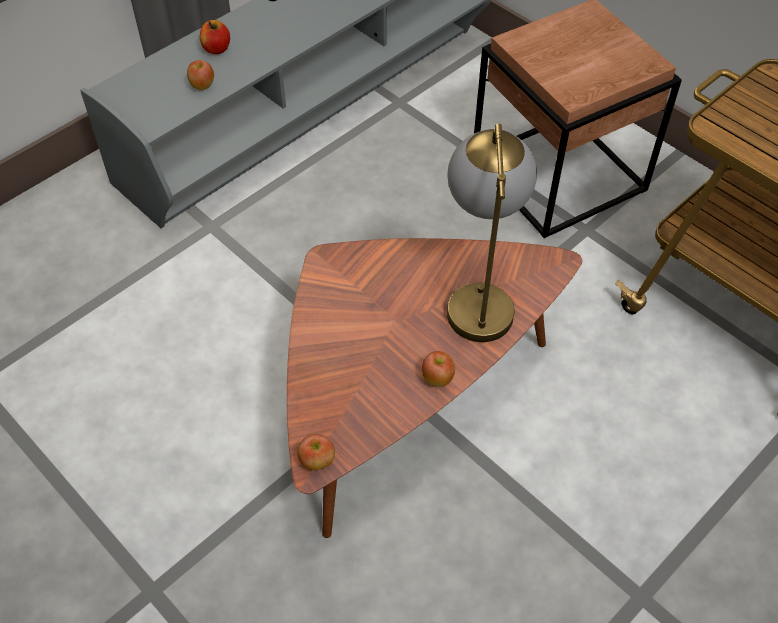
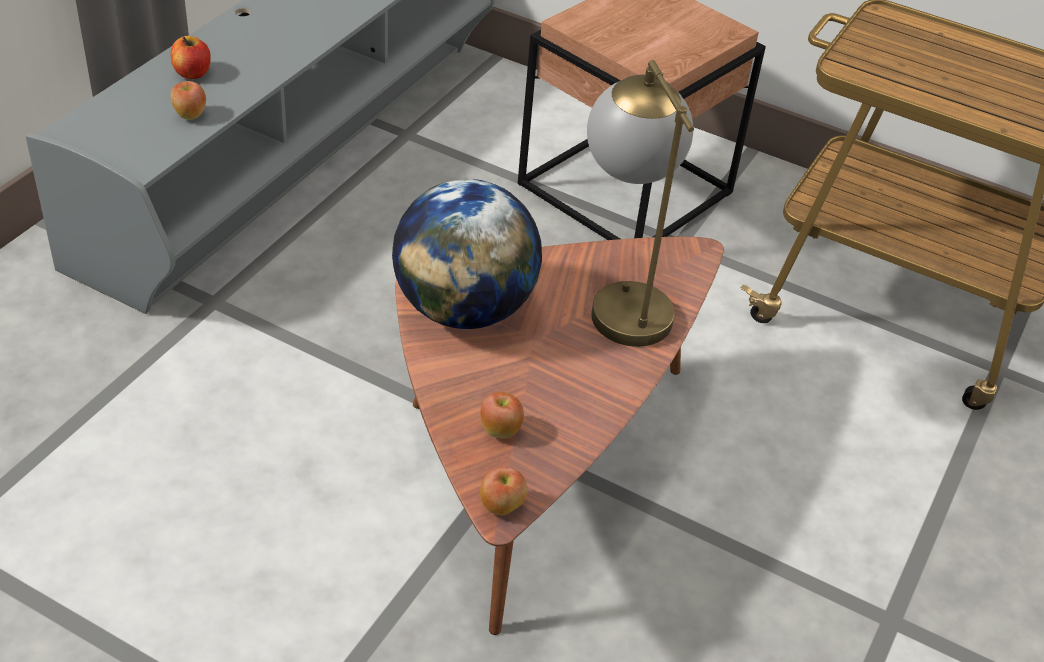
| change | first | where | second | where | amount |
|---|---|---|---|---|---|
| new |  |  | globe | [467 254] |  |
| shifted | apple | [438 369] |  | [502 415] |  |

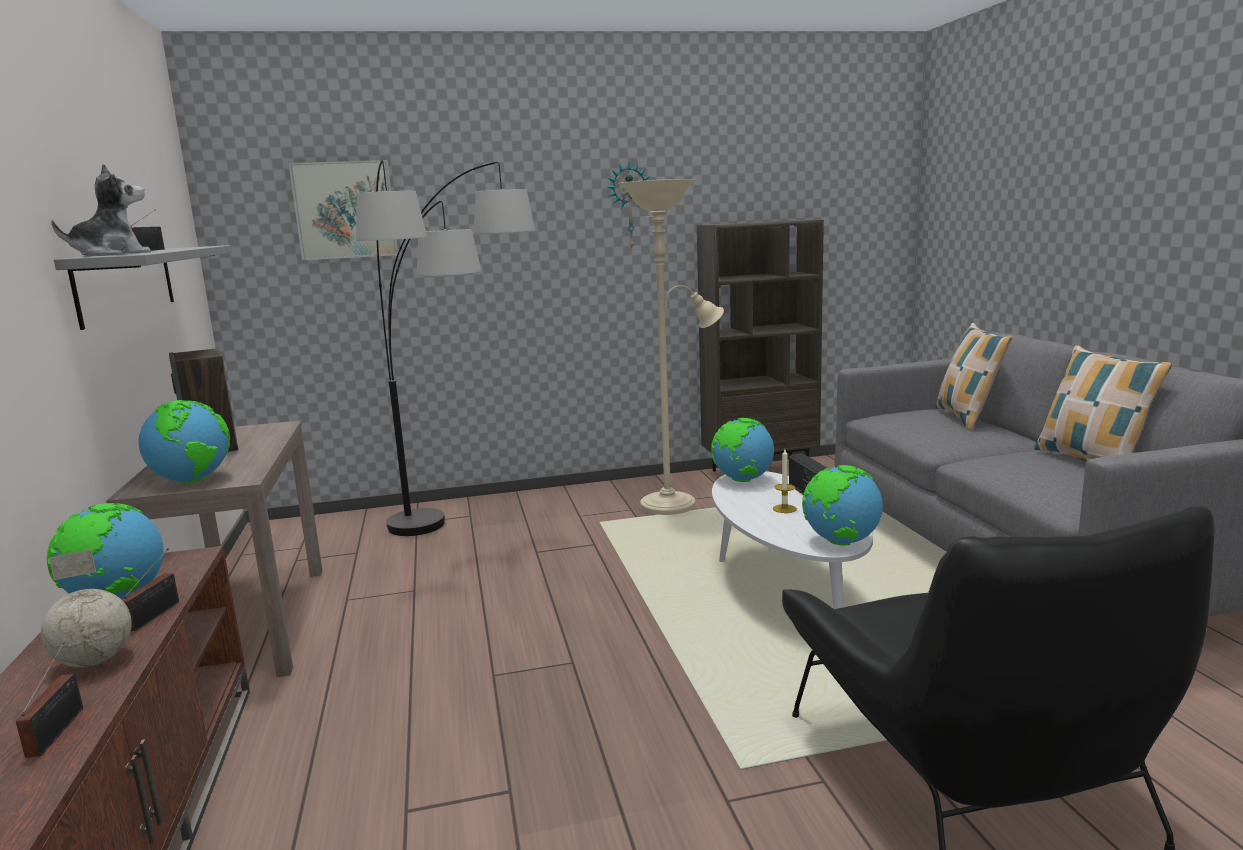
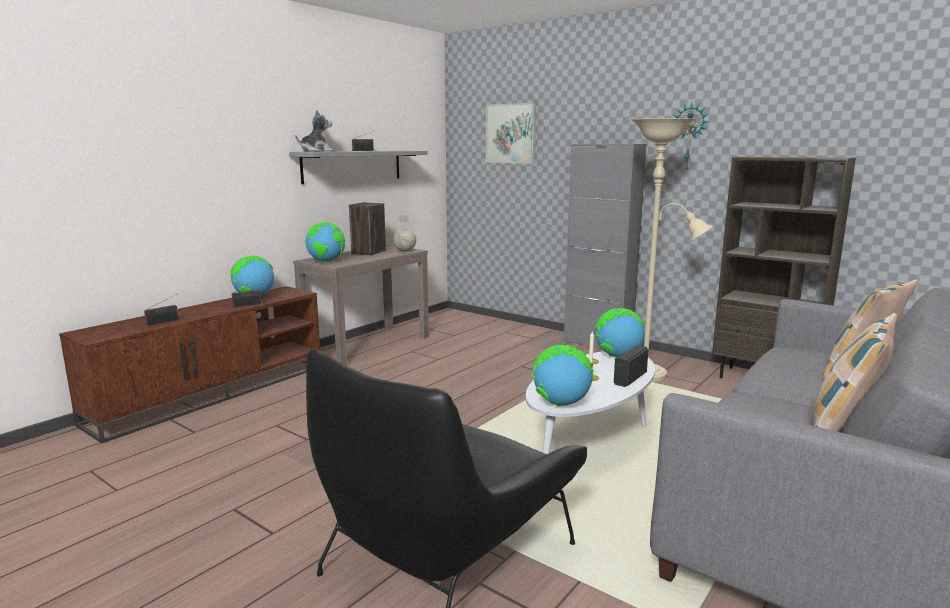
| change | first | where | second | where | amount |
|---|---|---|---|---|---|
| gone | floor lamp | [445 348] |  |  |  |
| new |  |  | grey cabinet | [605 246] |  |
| shifted | globe | [86 608] |  | [404 233] |  |
| rotated | plush toy | [101 210] |  | [314 131] | 45 degrees counterclockwise |

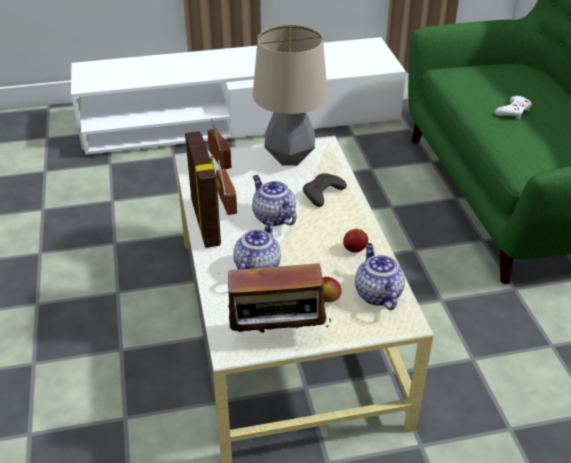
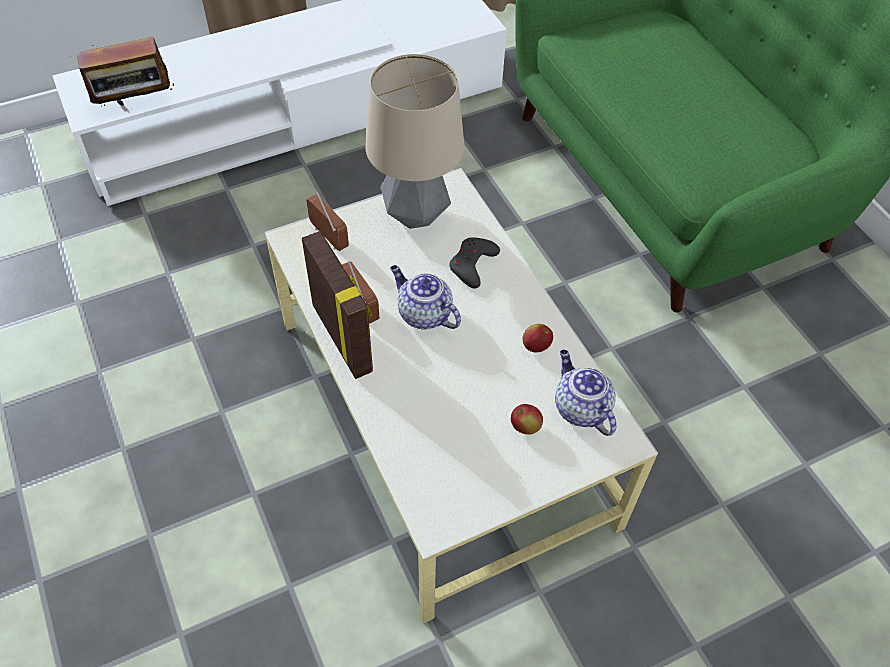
| change | first | where | second | where | amount |
|---|---|---|---|---|---|
| gone | teapot | [257 244] |  |  |  |
| gone | white game controller | [513 107] |  |  |  |
| shifted | radio | [279 302] |  | [125 71] |  |

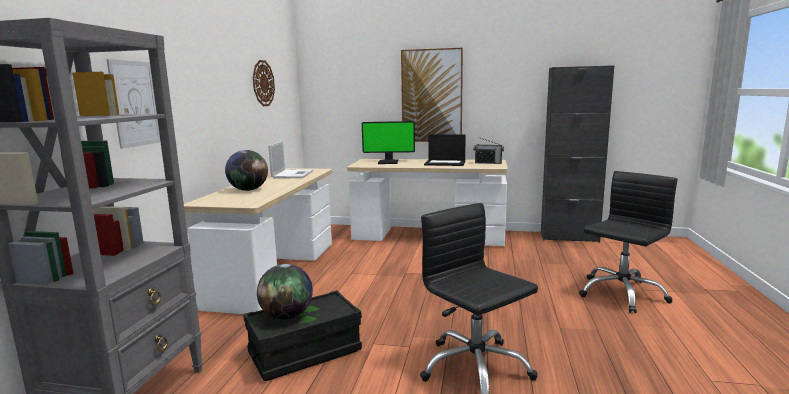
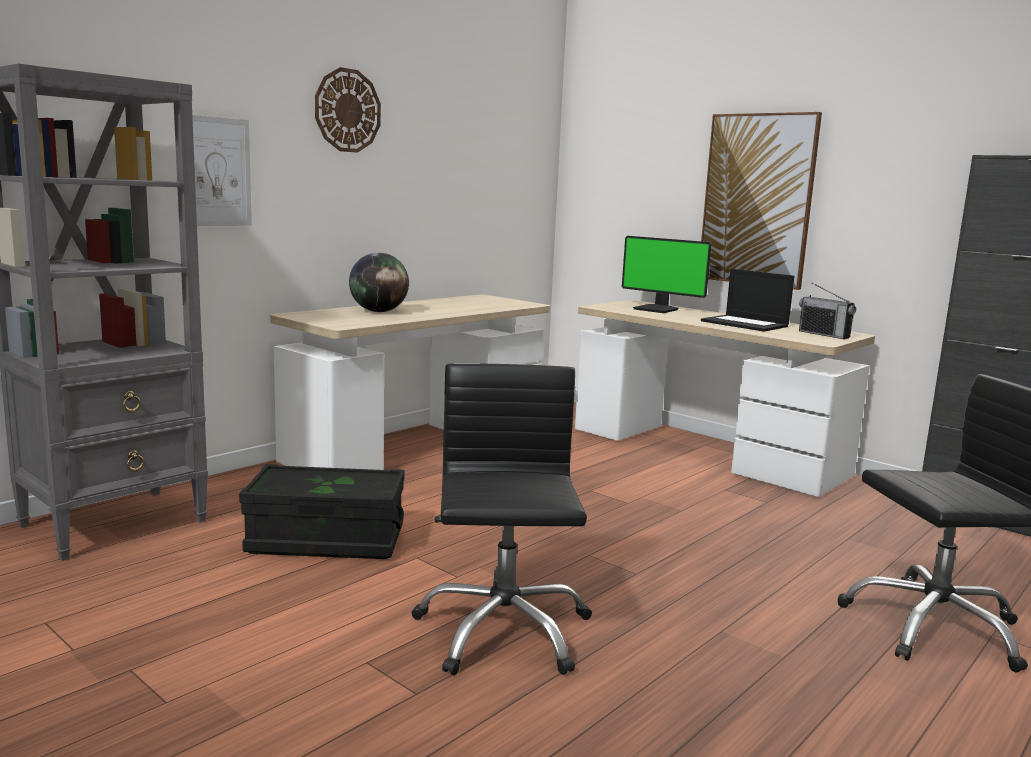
| change | first | where | second | where | amount |
|---|---|---|---|---|---|
| gone | globe | [285 292] |  |  |  |
| gone | laptop | [290 160] |  |  |  |
| shifted | wall clock | [264 83] |  | [348 110] |  |

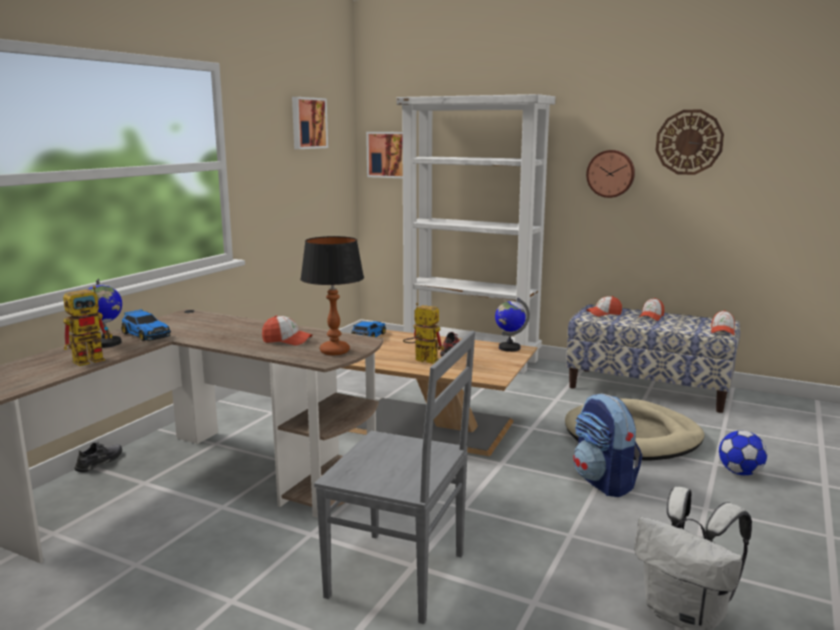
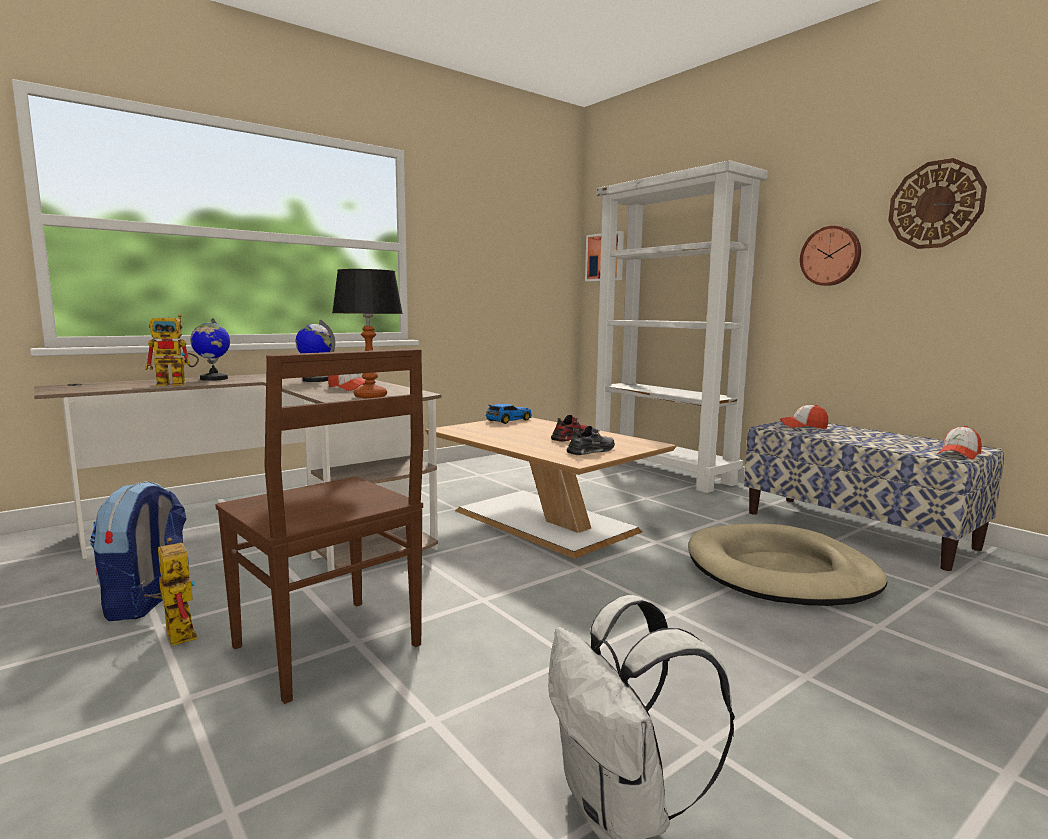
| change | first | where | second | where | amount |
|---|---|---|---|---|---|
| gone | toy car | [146 325] |  |  |  |
| gone | picture | [310 123] |  |  |  |
| gone | cap | [651 309] |  |  |  |
| gone | football | [743 453] |  |  |  |
| shifted | grey shoe | [98 457] |  | [590 440] |  |
| shifted | toy robot | [423 333] |  | [171 592] |  |
| shifted | globe | [512 325] |  | [315 350] |  |
| shifted | backpack | [607 445] |  | [138 551] |  |
| repainted | grey chair | [394 477] | brown chair | [319 526] |  |

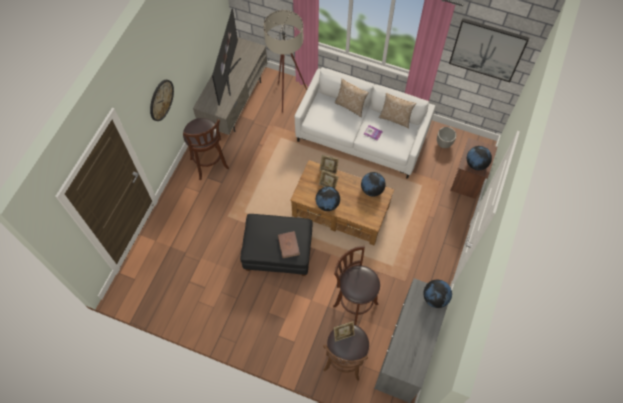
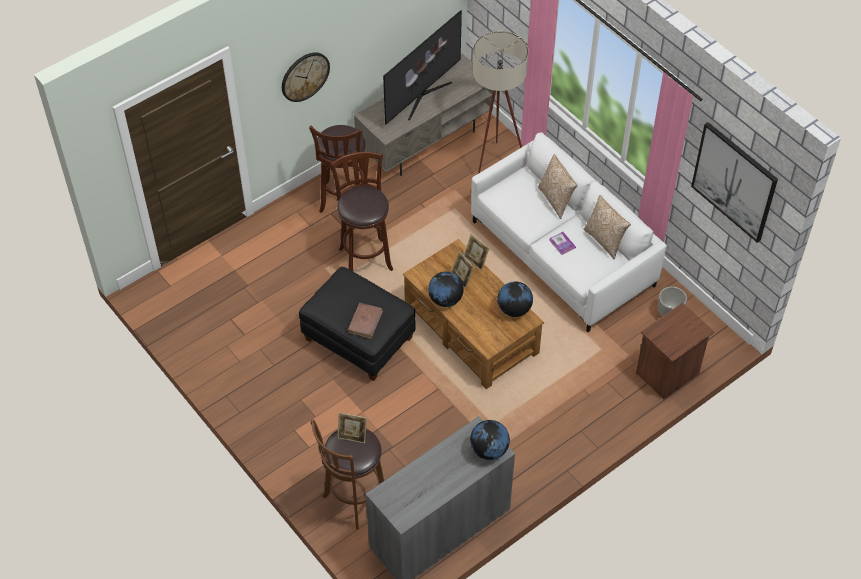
| change | first | where | second | where | amount |
|---|---|---|---|---|---|
| gone | globe | [479 158] |  |  |  |
| shifted | brown stool | [356 285] |  | [361 211] |  |

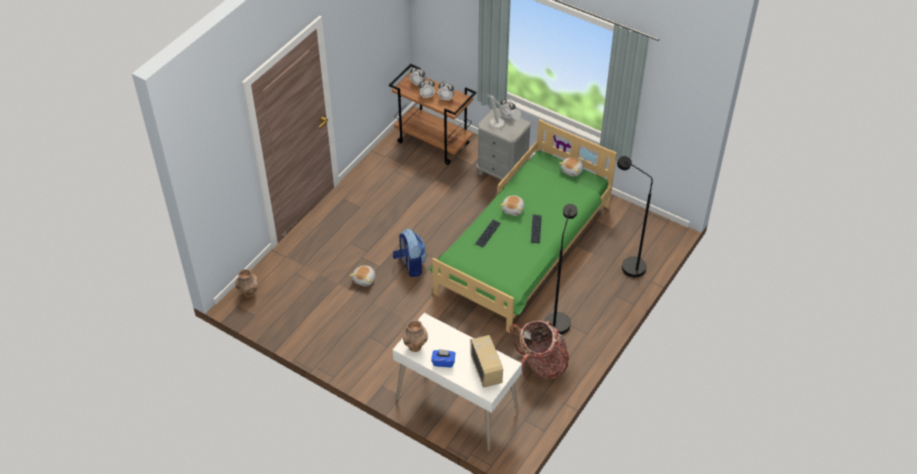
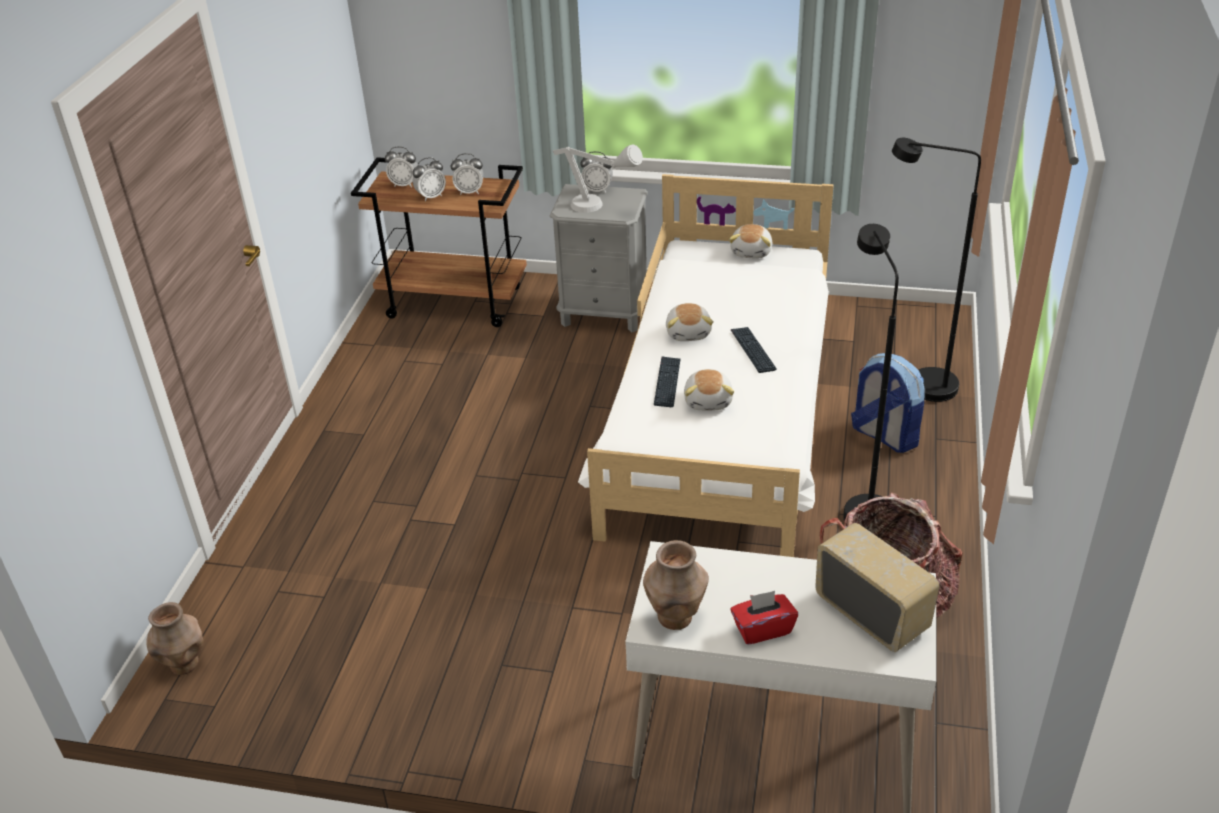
| change | first | where | second | where | amount |
|---|---|---|---|---|---|
| shifted | plush toy | [362 276] |  | [709 390] |  |
| shifted | backpack | [410 253] |  | [888 403] |  |
| repainted | green bed | [523 226] | white bed | [706 365] |  |
| repainted | blue tissue box | [443 358] | red tissue box | [764 618] |  |

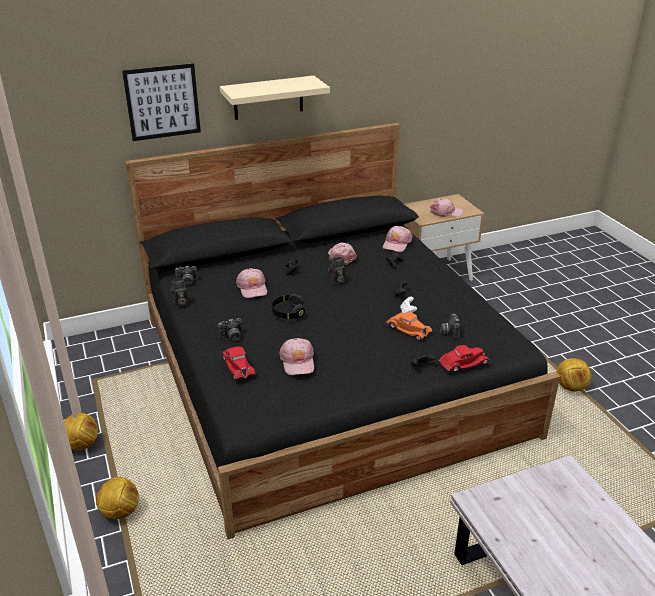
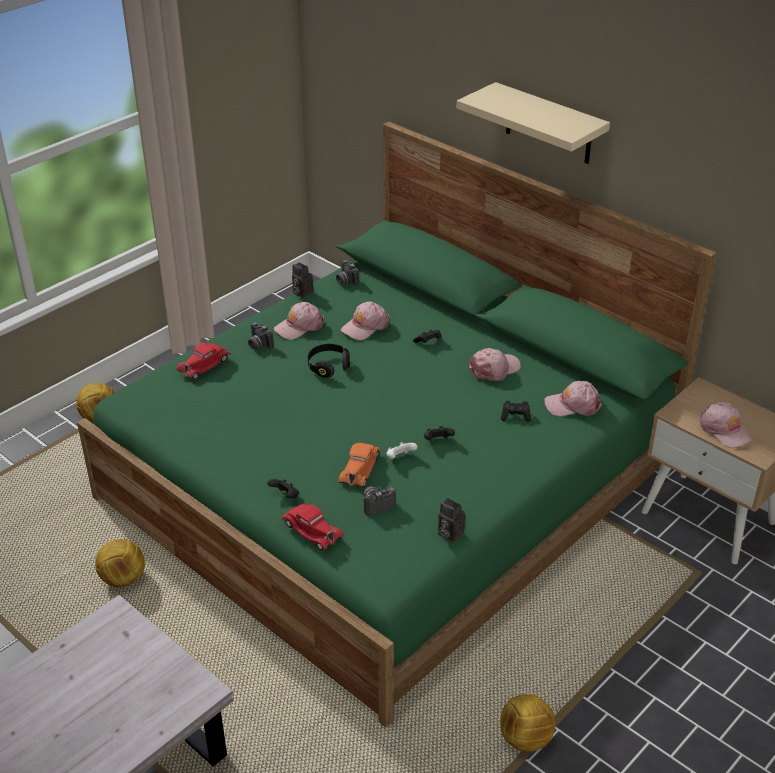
| change | first | where | second | where | amount |
|---|---|---|---|---|---|
| gone | picture | [161 102] |  |  |  |
| shifted | football | [81 431] |  | [120 563] |  |
| shifted | pink cap | [296 356] |  | [299 321] |  |
| shifted | photo camera | [336 271] |  | [451 520] |  |
| repainted | black bed | [342 331] | green bed | [396 424] |  |

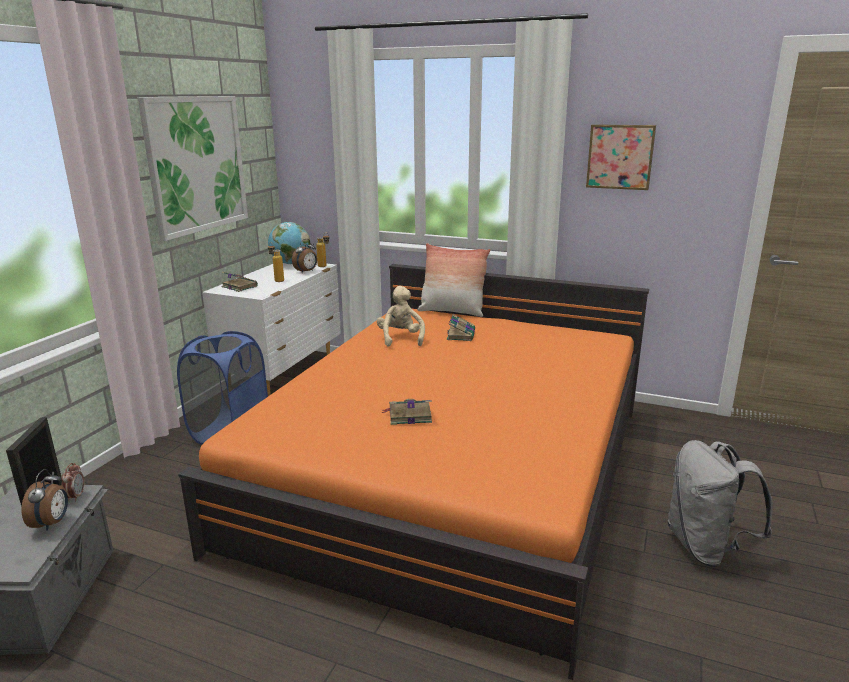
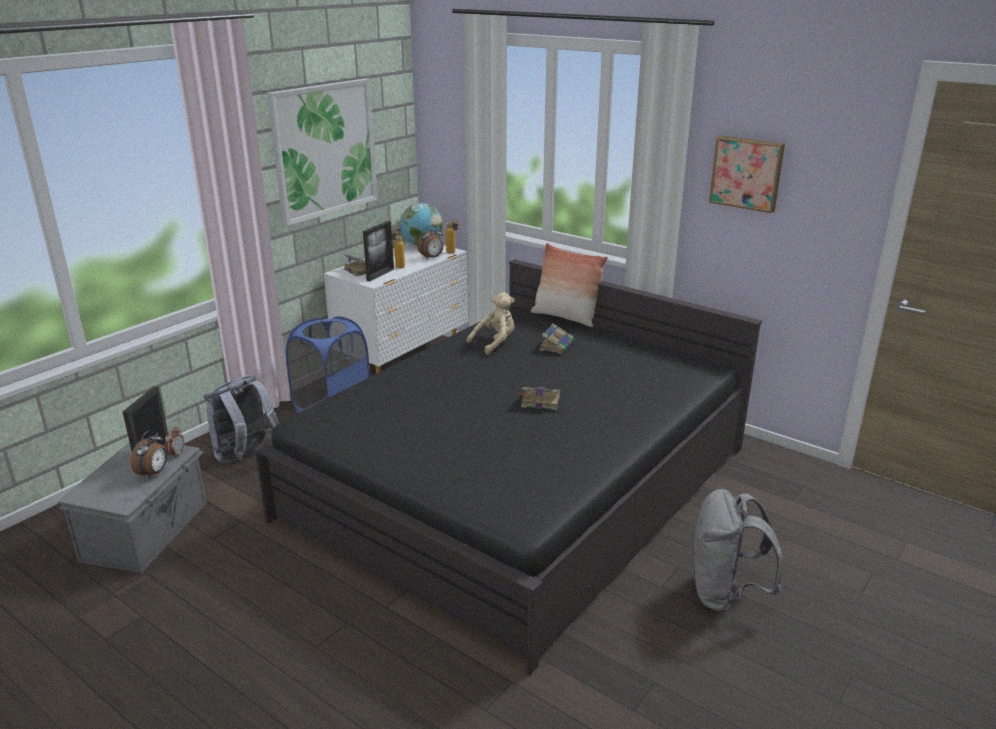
| change | first | where | second | where | amount |
|---|---|---|---|---|---|
| new |  |  | grey backpack | [241 419] |  |
| new |  |  | picture frame | [378 251] |  |
| shifted | book | [407 412] |  | [538 398] |  |
| repainted | orange bed | [413 472] | black bed | [508 467] |  |
| rotated | beige plush toy | [401 316] |  | [490 323] | 45 degrees clockwise |

